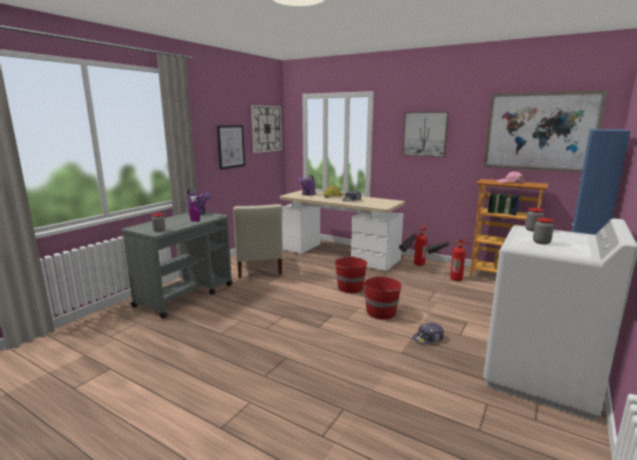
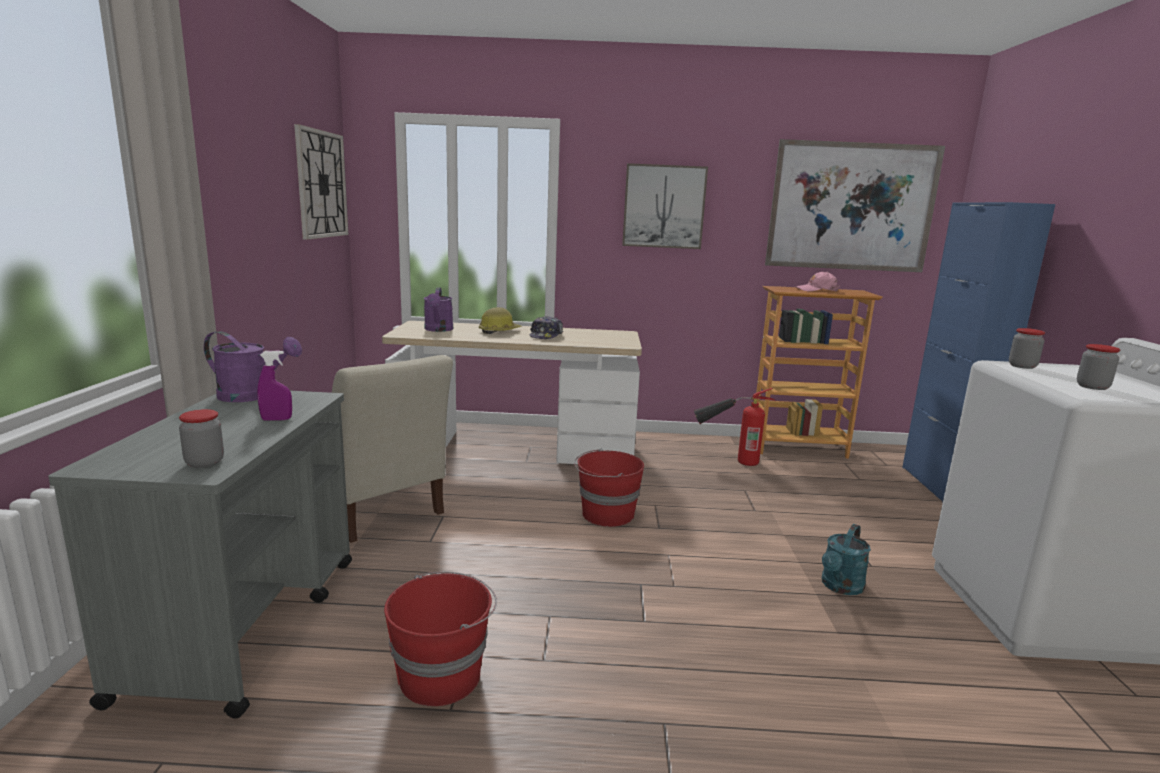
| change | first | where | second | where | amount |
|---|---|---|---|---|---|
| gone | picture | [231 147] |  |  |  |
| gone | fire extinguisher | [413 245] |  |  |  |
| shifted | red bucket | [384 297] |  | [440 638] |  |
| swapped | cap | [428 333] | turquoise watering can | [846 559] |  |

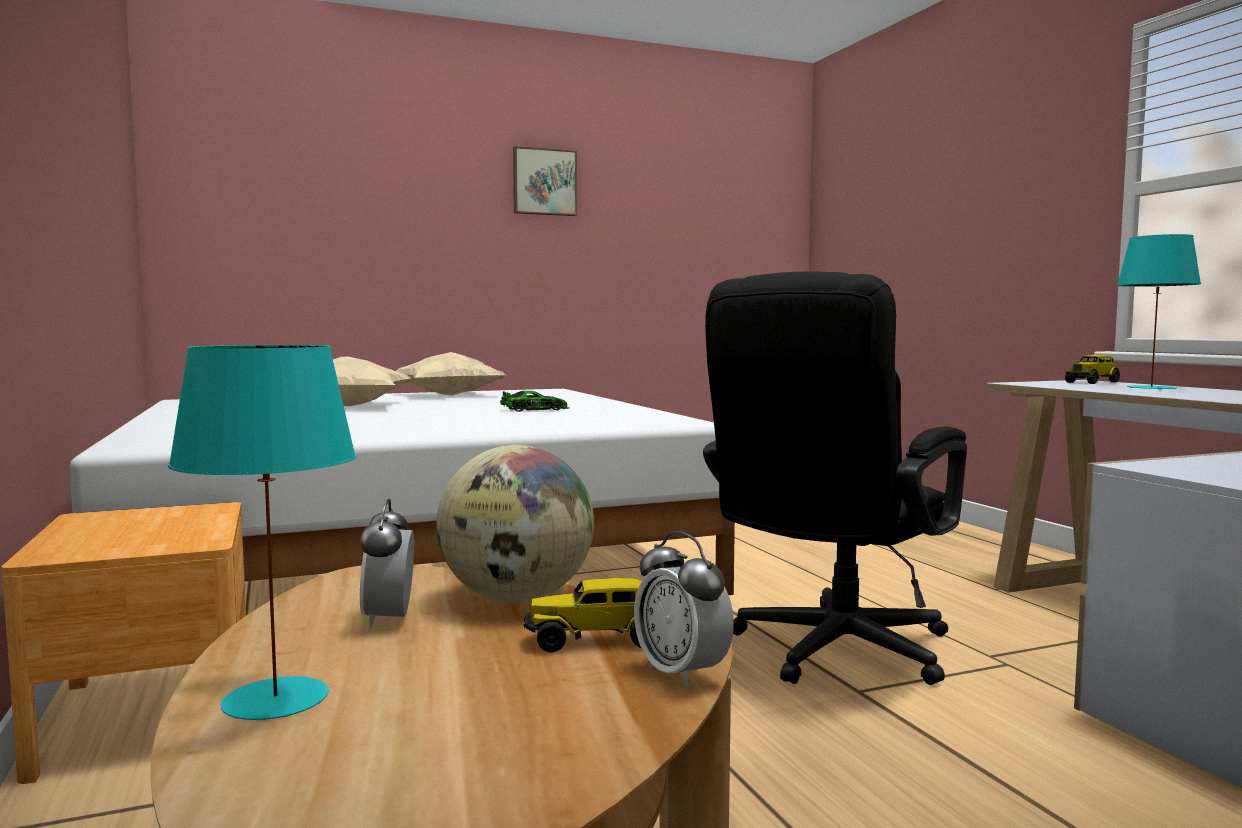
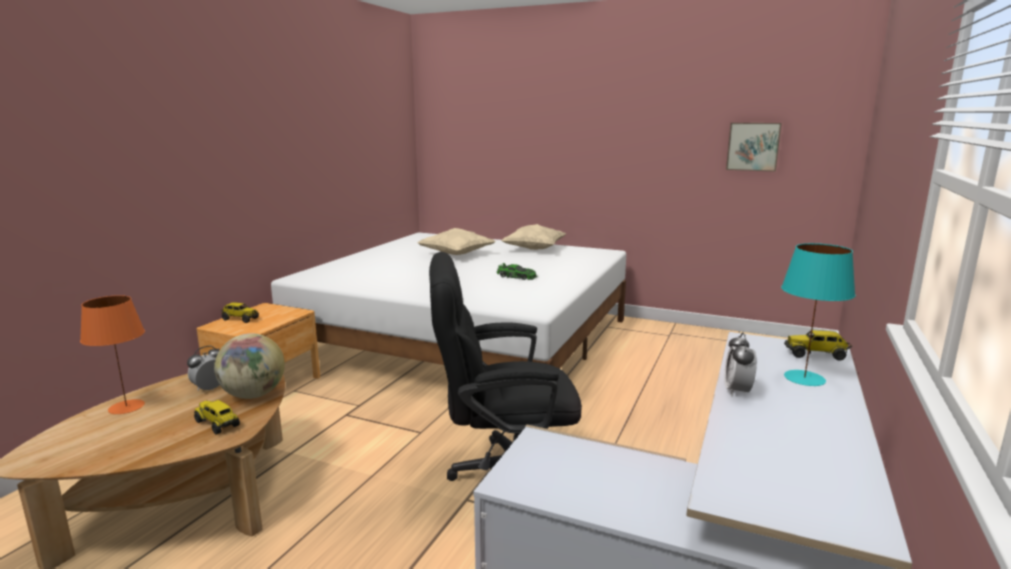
| change | first | where | second | where | amount |
|---|---|---|---|---|---|
| new |  |  | toy truck | [240 312] |  |
| shifted | picture | [545 181] |  | [754 147] |  |
| shifted | alarm clock | [684 609] |  | [740 364] |  |
| repainted | turquoise table lamp | [262 532] | orange table lamp | [112 354] |  |

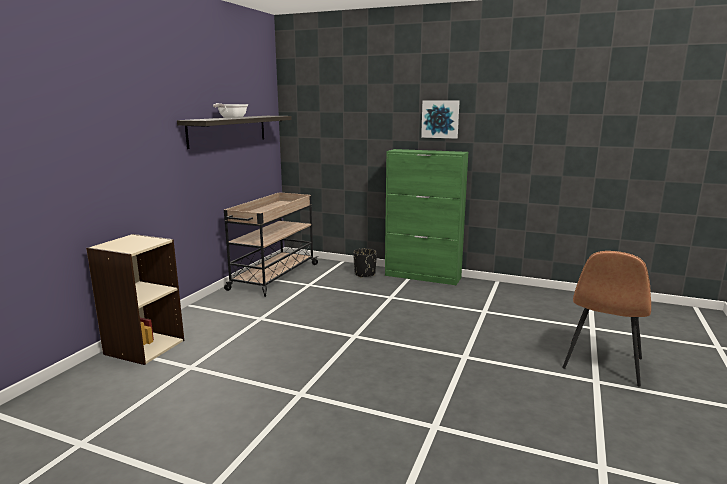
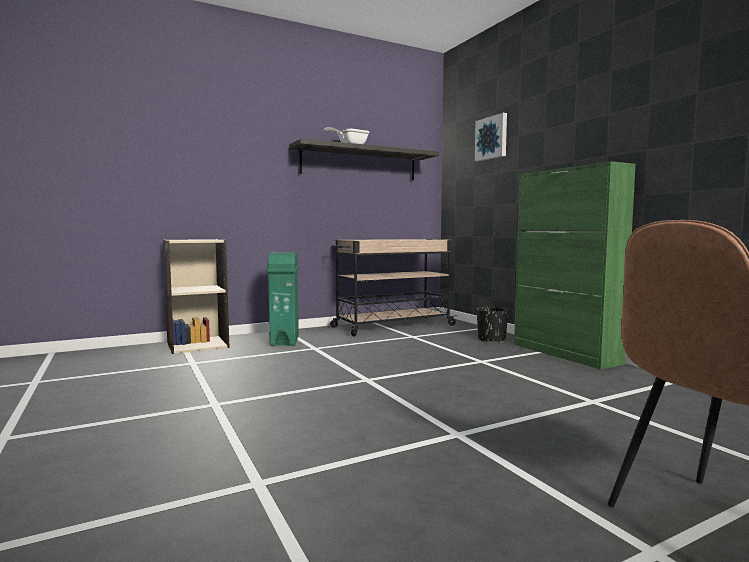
| change | first | where | second | where | amount |
|---|---|---|---|---|---|
| new |  |  | green trash can | [282 299] |  |
| shifted | picture | [440 120] |  | [491 137] |  |

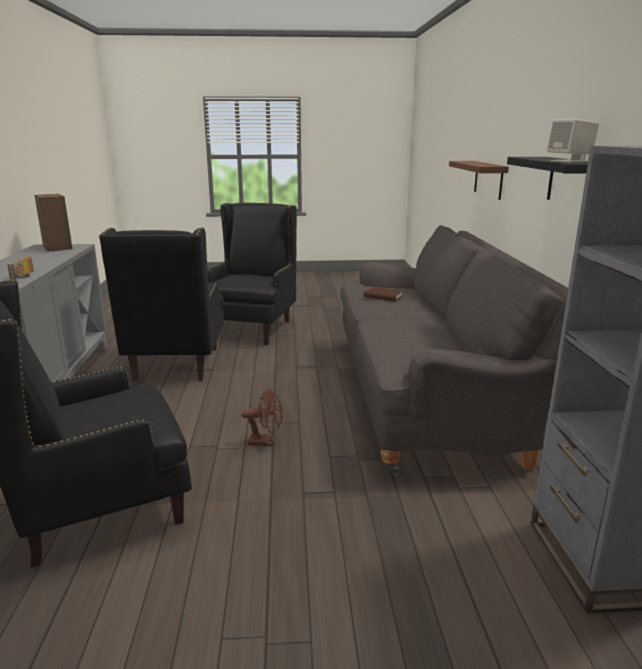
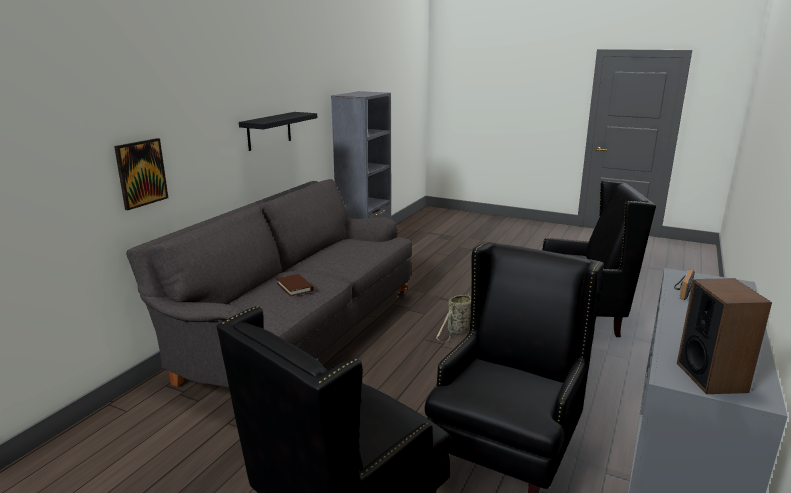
| change | first | where | second | where | amount |
|---|---|---|---|---|---|
| gone | beige speaker | [573 140] |  |  |  |
| swapped | brown fan | [262 417] | basket | [453 318] |  |
| swapped | brown shelf | [479 180] | picture | [141 174] |  |

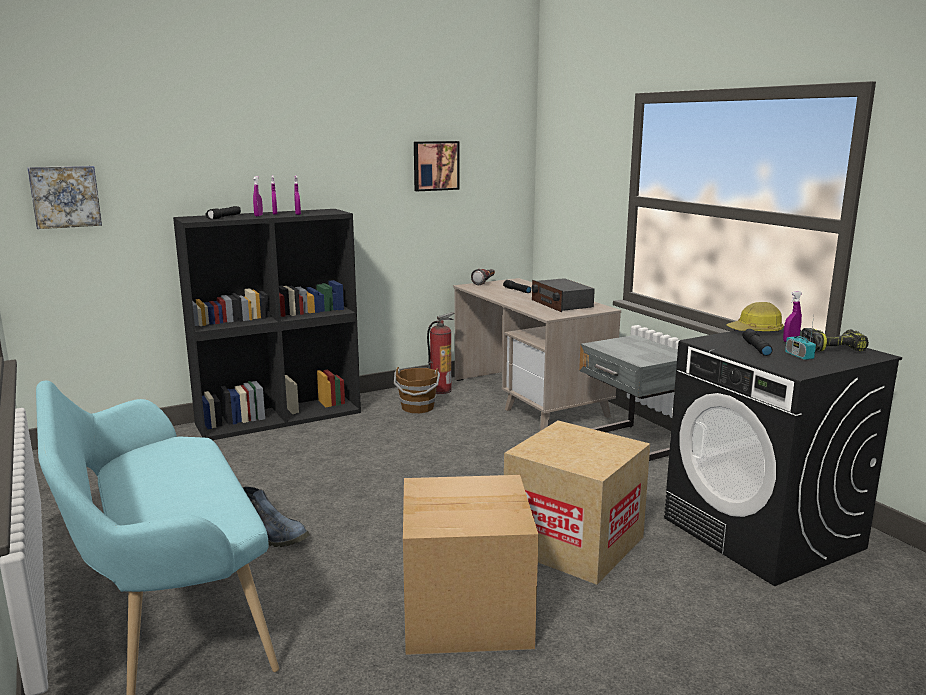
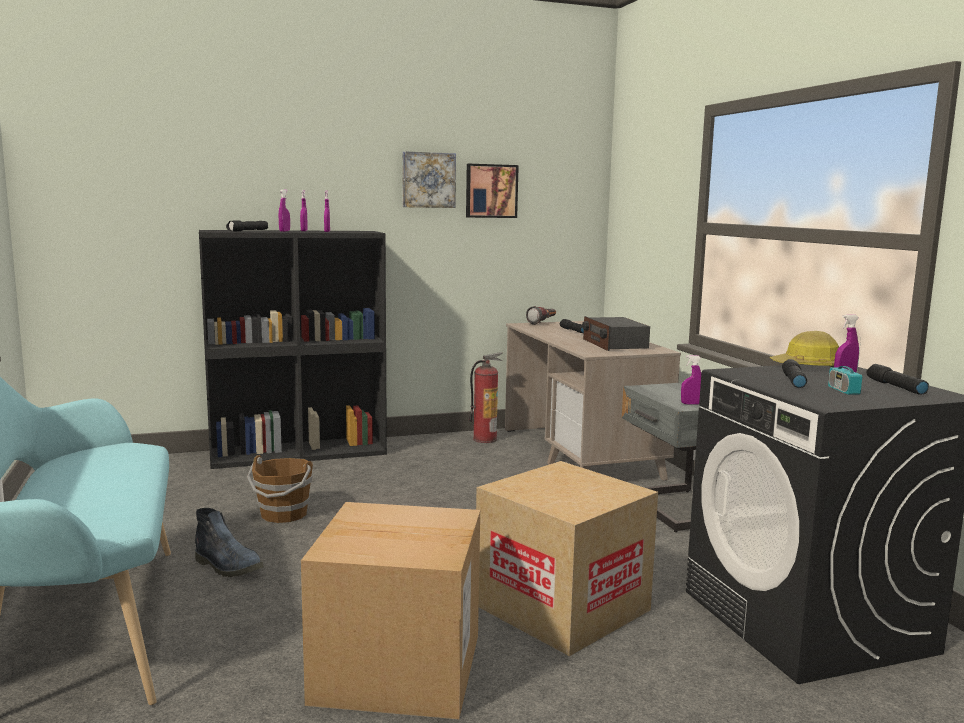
| change | first | where | second | where | amount |
|---|---|---|---|---|---|
| new |  |  | purple spray bottle | [691 379] |  |
| shifted | picture | [64 197] |  | [429 179] |  |
| shifted | brown bucket | [417 390] |  | [280 489] |  |
| swapped | power drill | [835 340] | black flashlight | [897 379] |  |

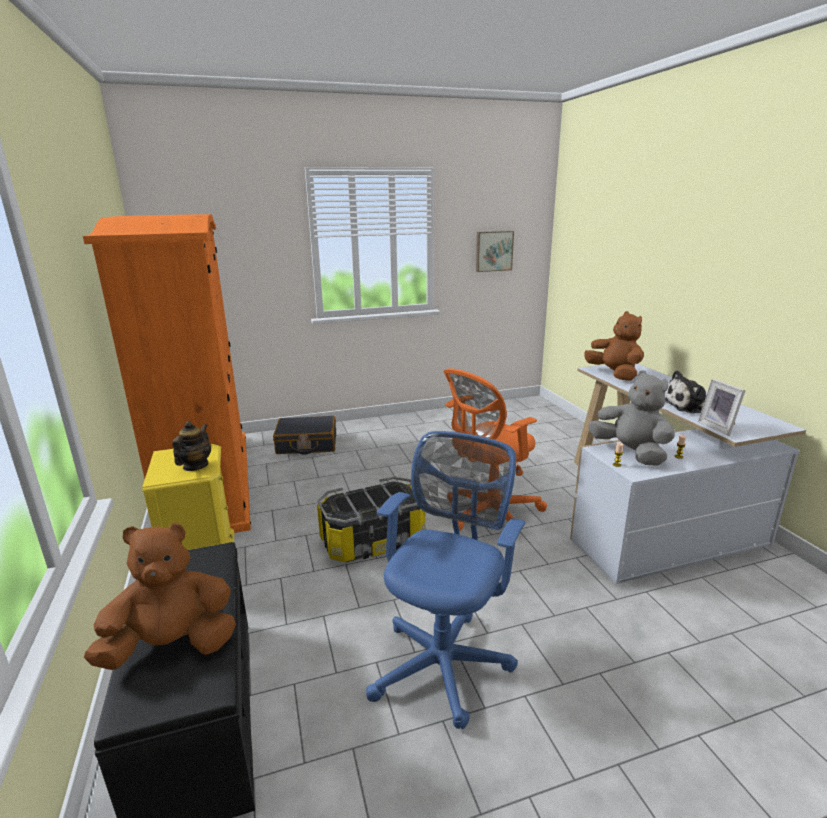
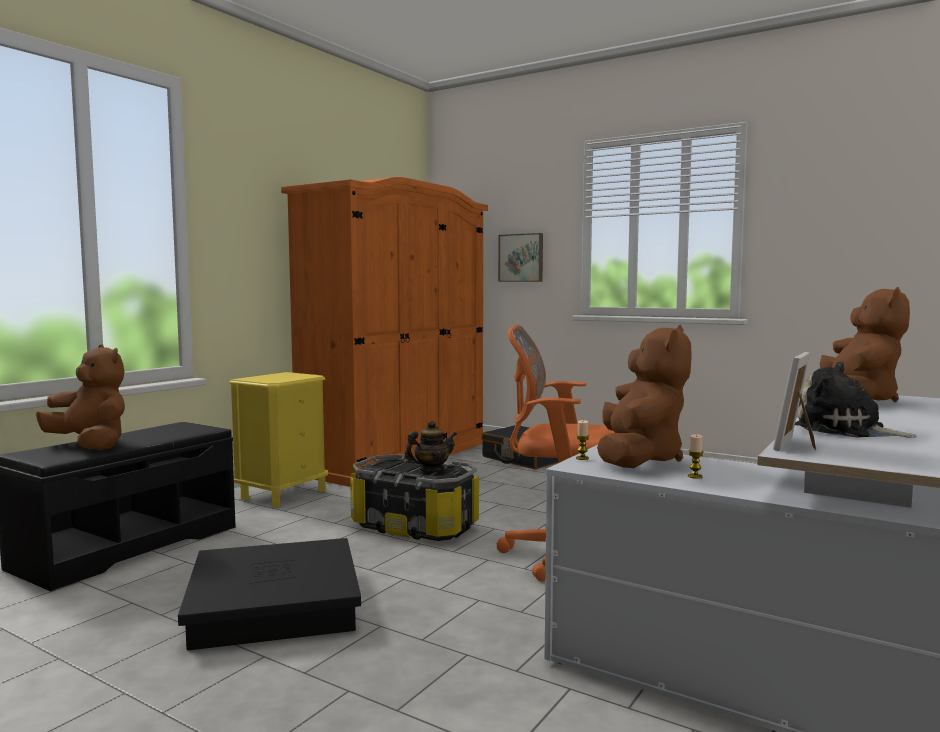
| change | first | where | second | where | amount |
|---|---|---|---|---|---|
| shifted | teapot | [191 446] |  | [431 446] |  |
| shifted | picture | [495 251] |  | [520 257] |  |
| swapped | blue office chair | [446 580] | black storage box | [269 594] |  |
| repainted | grey plush toy | [631 418] | brown plush toy | [644 396] |  |

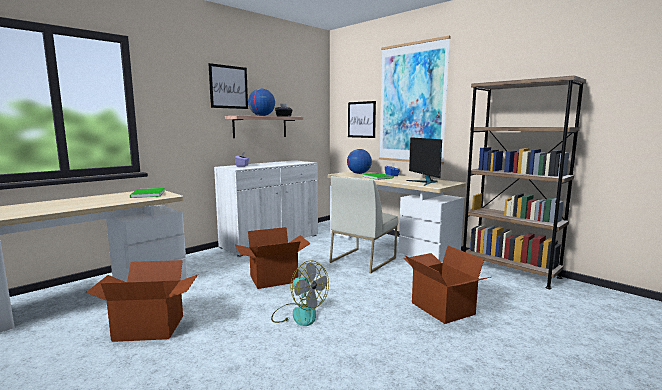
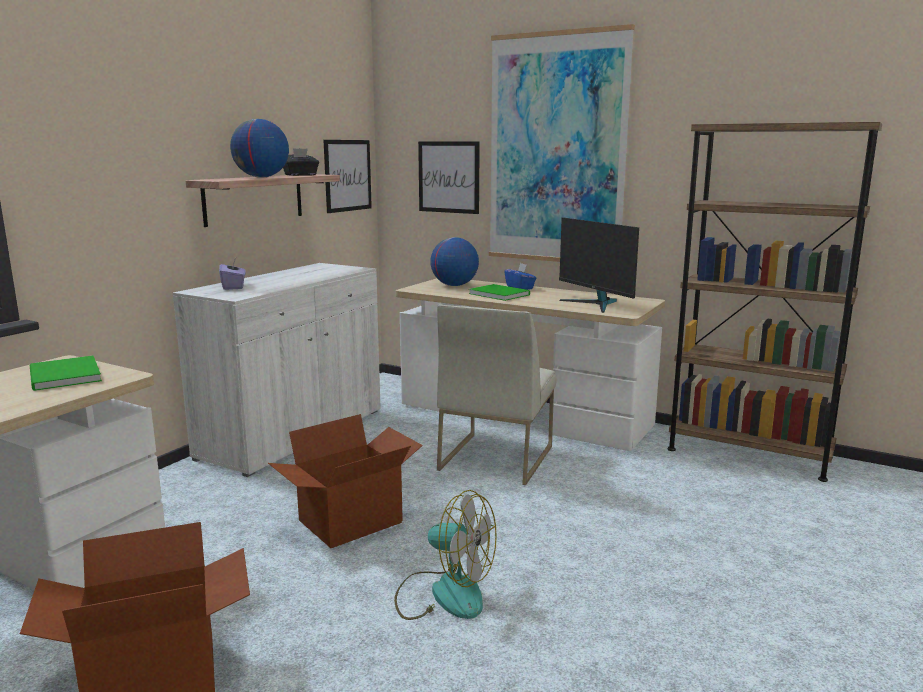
| change | first | where | second | where | amount |
|---|---|---|---|---|---|
| gone | cardboard box | [447 285] |  |  |  |
| shifted | picture | [228 86] |  | [347 176] |  |

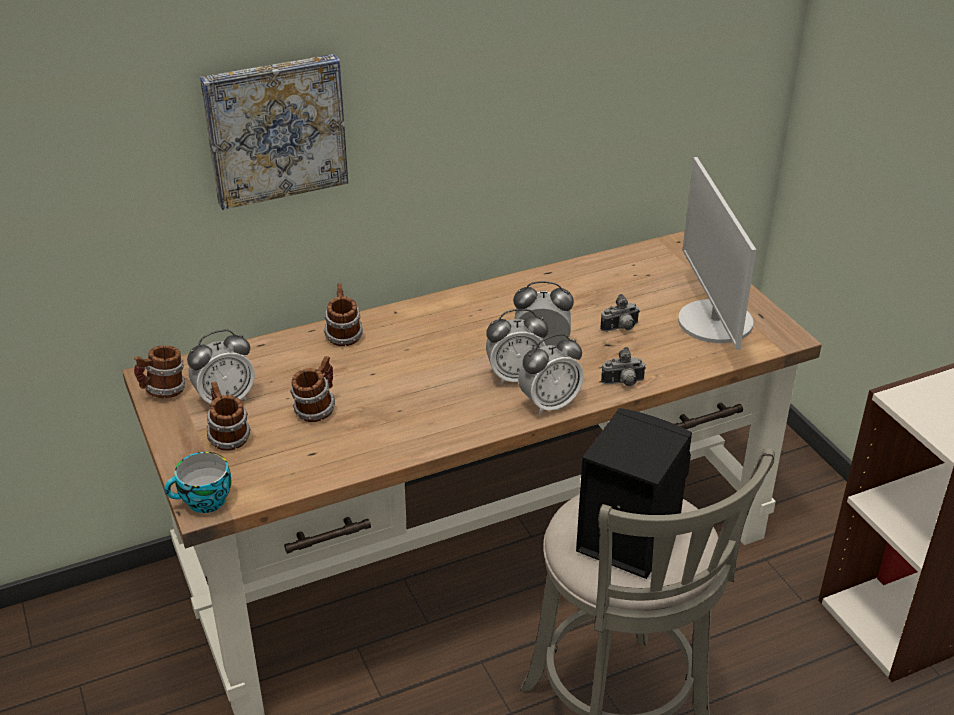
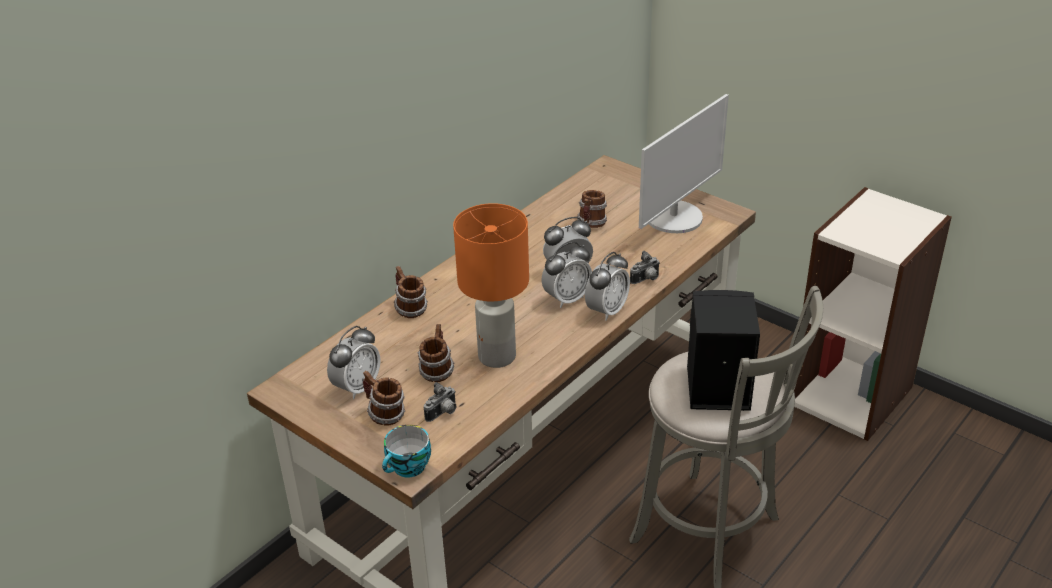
| change | first | where | second | where | amount |
|---|---|---|---|---|---|
| gone | picture | [274 132] |  |  |  |
| new |  |  | orange table lamp | [491 285] |  |
| shifted | mug | [159 371] |  | [591 209] |  |
| shifted | photo camera | [619 313] |  | [440 402] |  |
| rotated | monitor | [717 253] |  | [684 163] | 105 degrees counterclockwise |

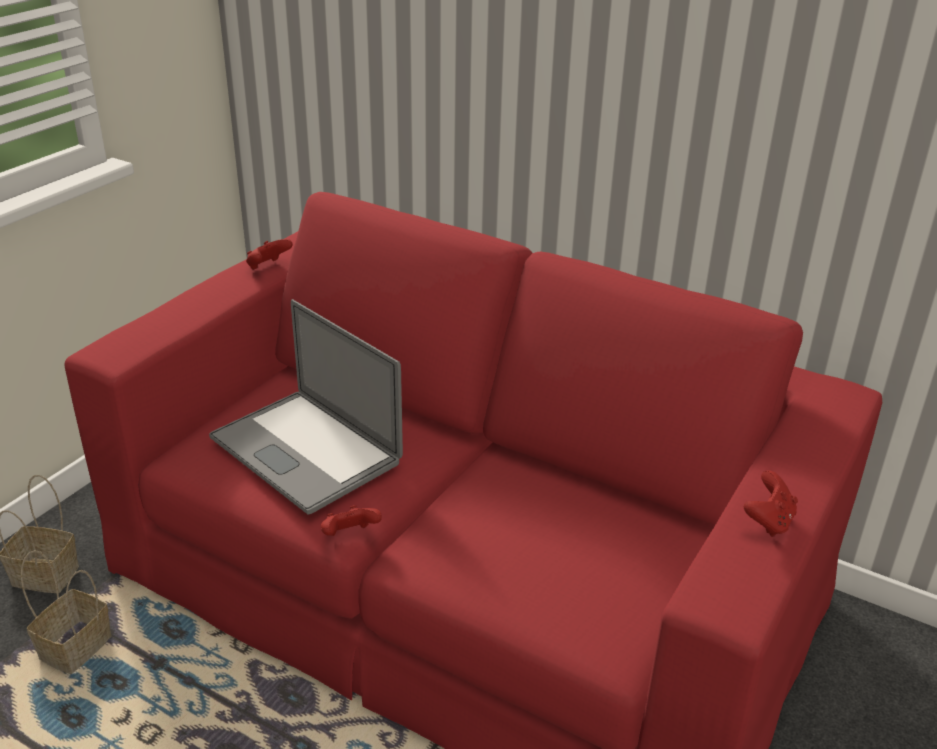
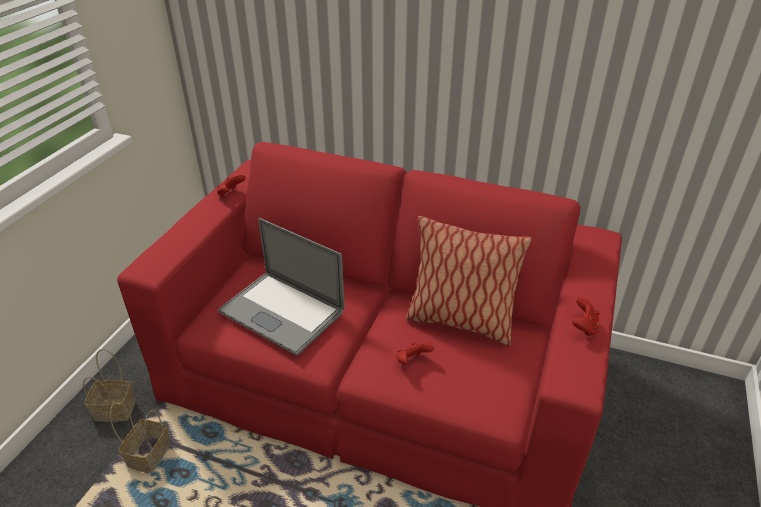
| change | first | where | second | where | amount |
|---|---|---|---|---|---|
| new |  |  | pillow | [469 281] |  |
| shifted | red game controller | [351 520] |  | [415 353] |  |

